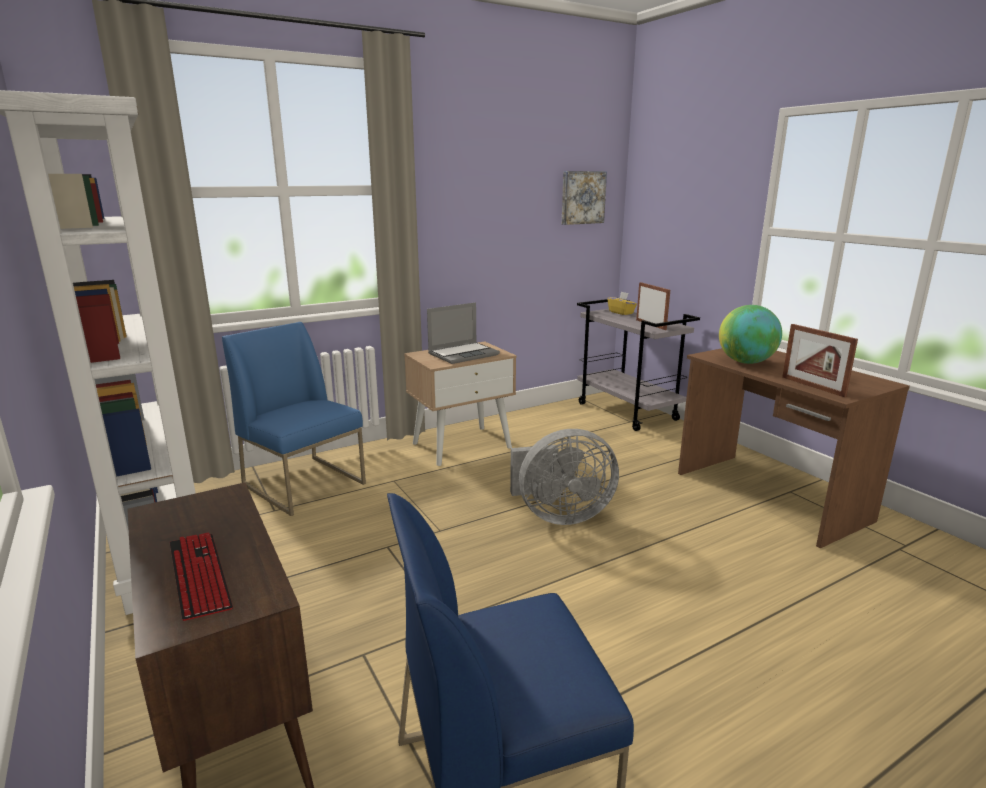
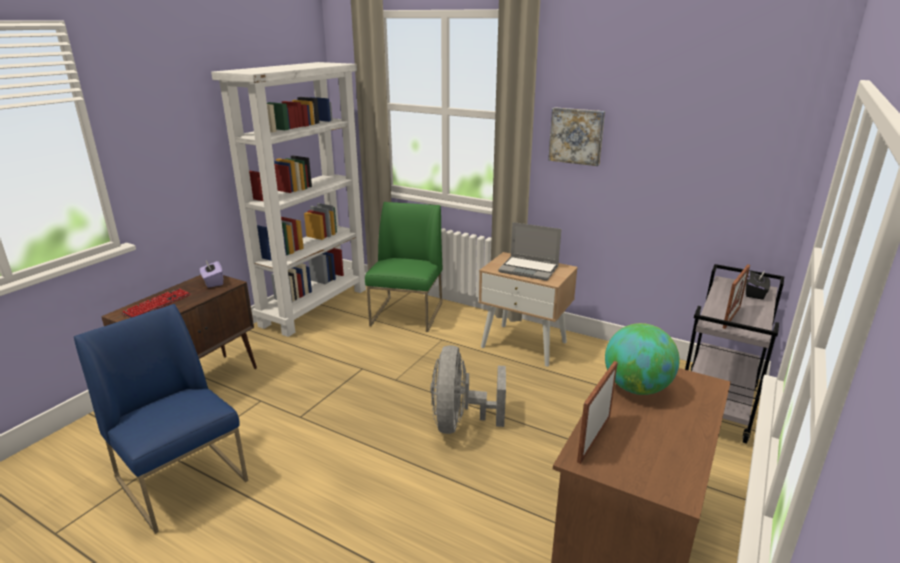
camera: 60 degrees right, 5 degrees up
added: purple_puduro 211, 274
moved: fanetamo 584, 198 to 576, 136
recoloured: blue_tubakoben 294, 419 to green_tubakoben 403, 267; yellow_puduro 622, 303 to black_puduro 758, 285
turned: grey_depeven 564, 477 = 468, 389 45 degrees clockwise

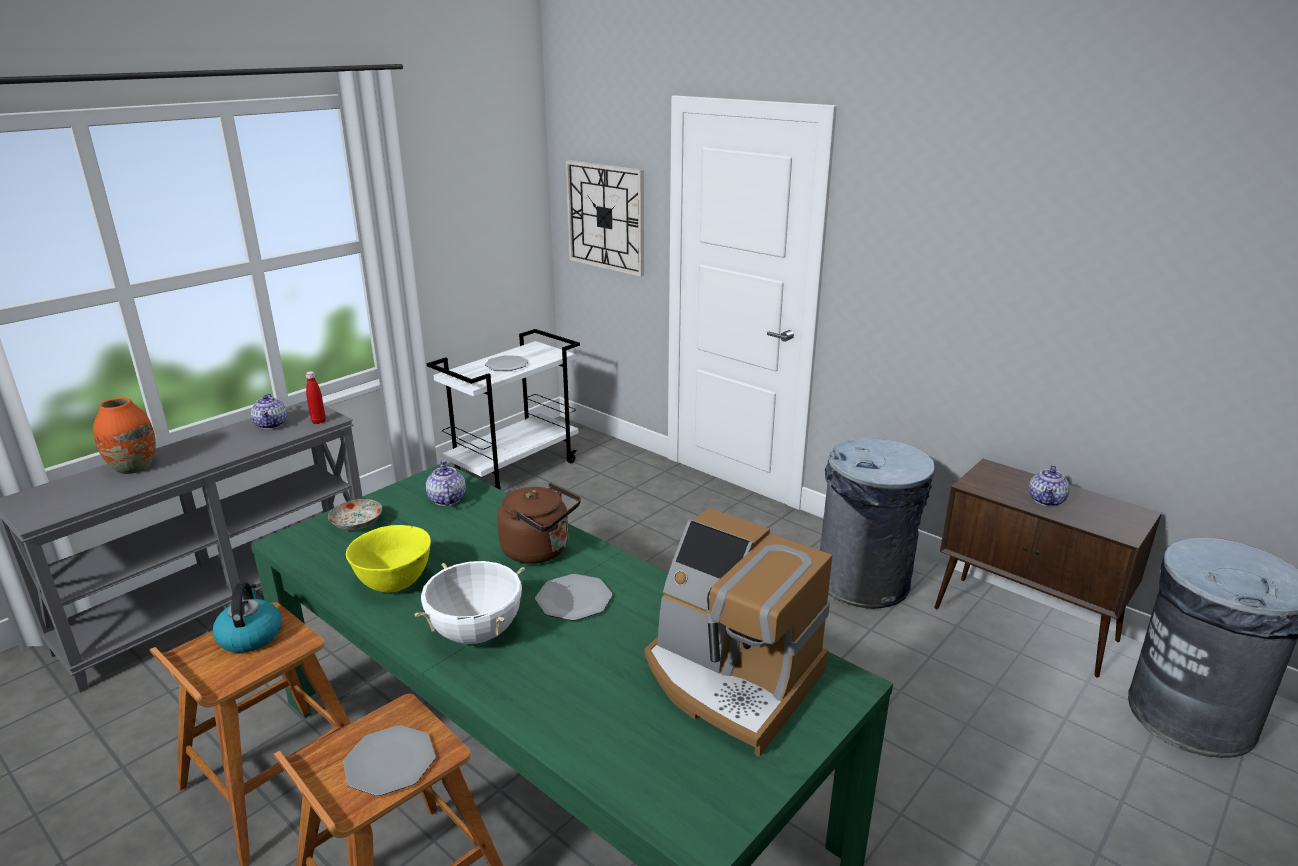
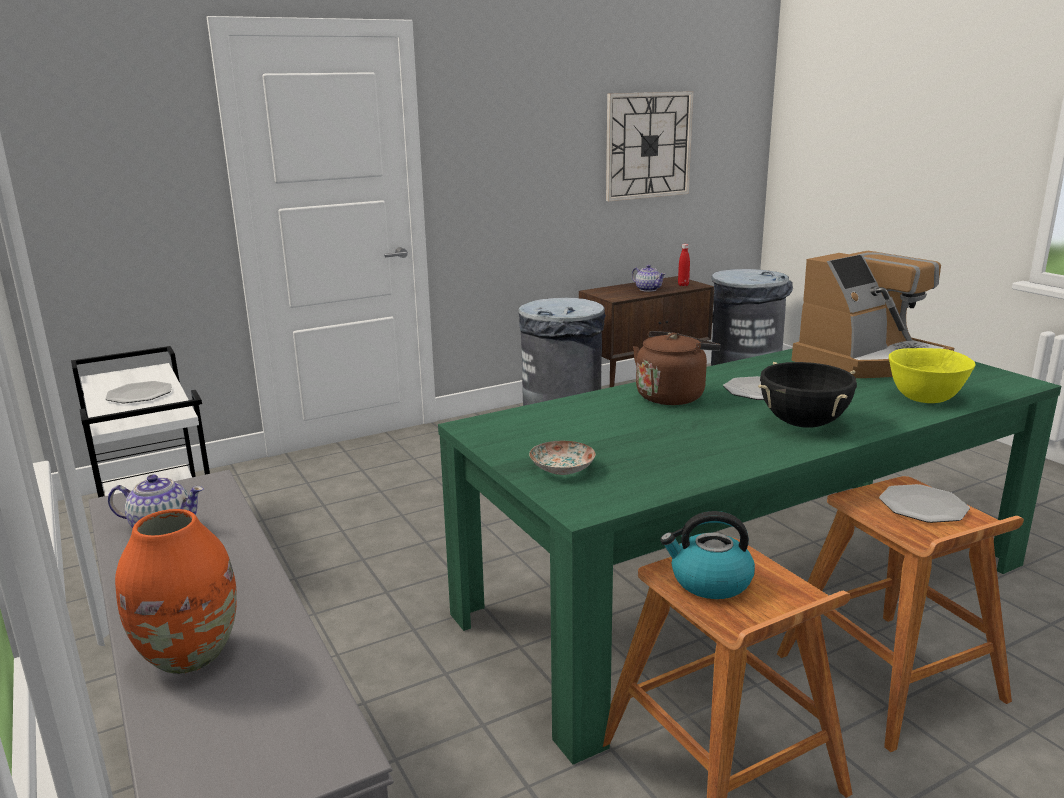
camera: 70 degrees left, 5 degrees down
removed: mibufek 446, 483
moved: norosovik 604, 218 to 649, 146; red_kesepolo 315, 397 to 684, 265; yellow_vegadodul 388, 559 to 932, 375
recoloured: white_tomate 469, 602 to black_tomate 807, 395

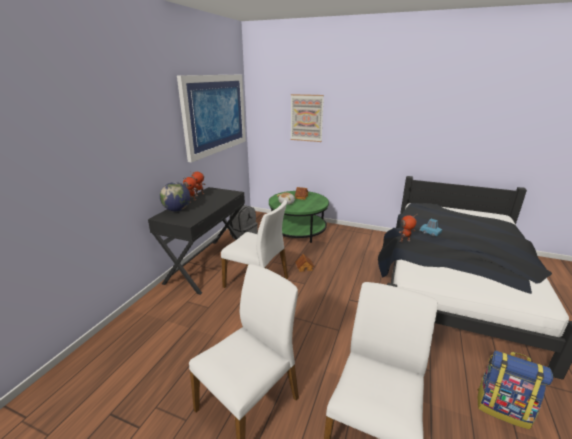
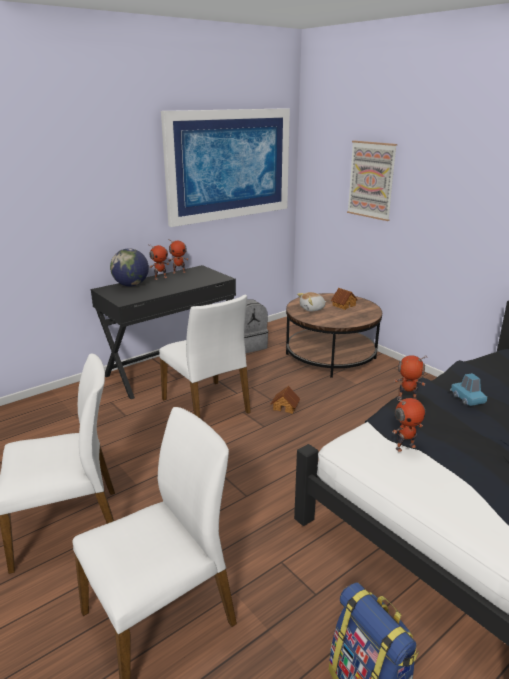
camera: 30 degrees right, 0 degrees up
added: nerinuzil 408, 425
recoloured: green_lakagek 299, 217 to brown_lakagek 334, 335

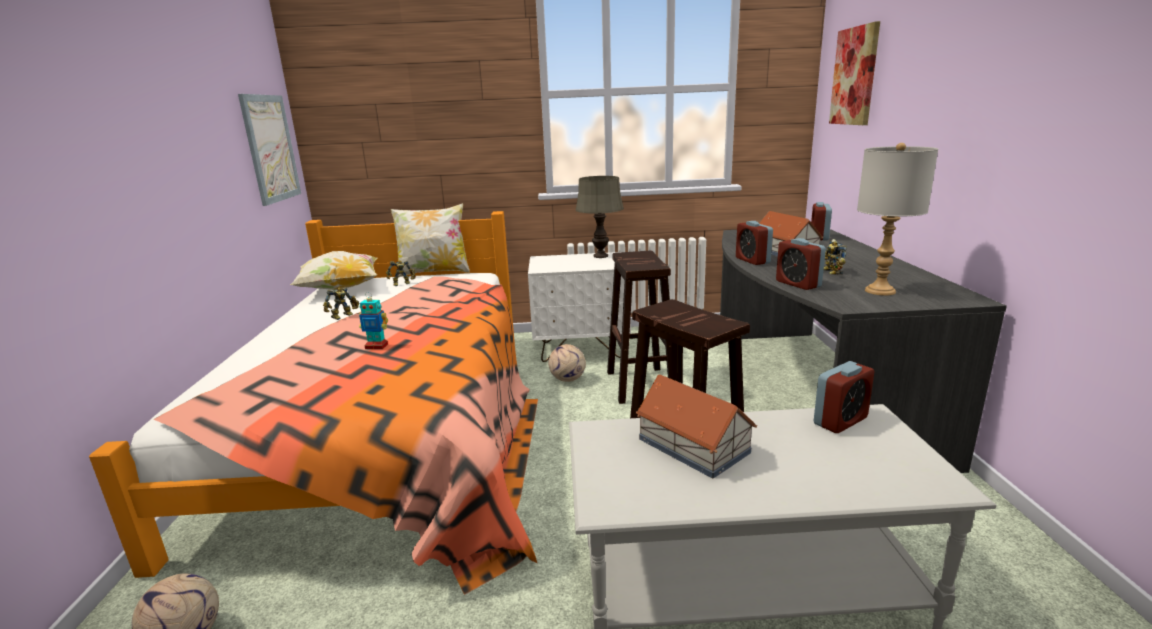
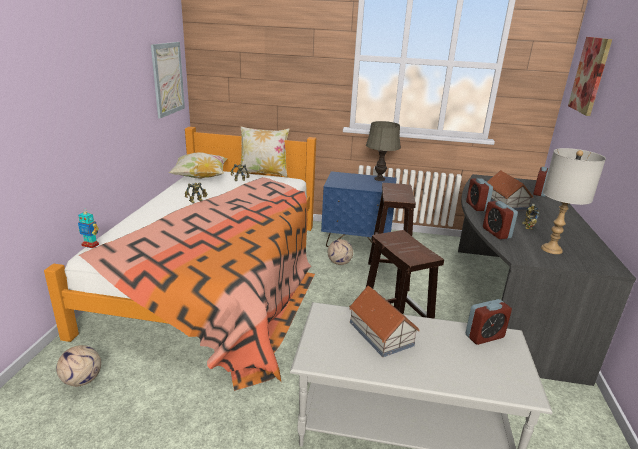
camera: 10 degrees right, 5 degrees up
moved: nerinuzil 373, 320 to 88, 228
recoloured: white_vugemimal 579, 307 to blue_vugemimal 358, 209

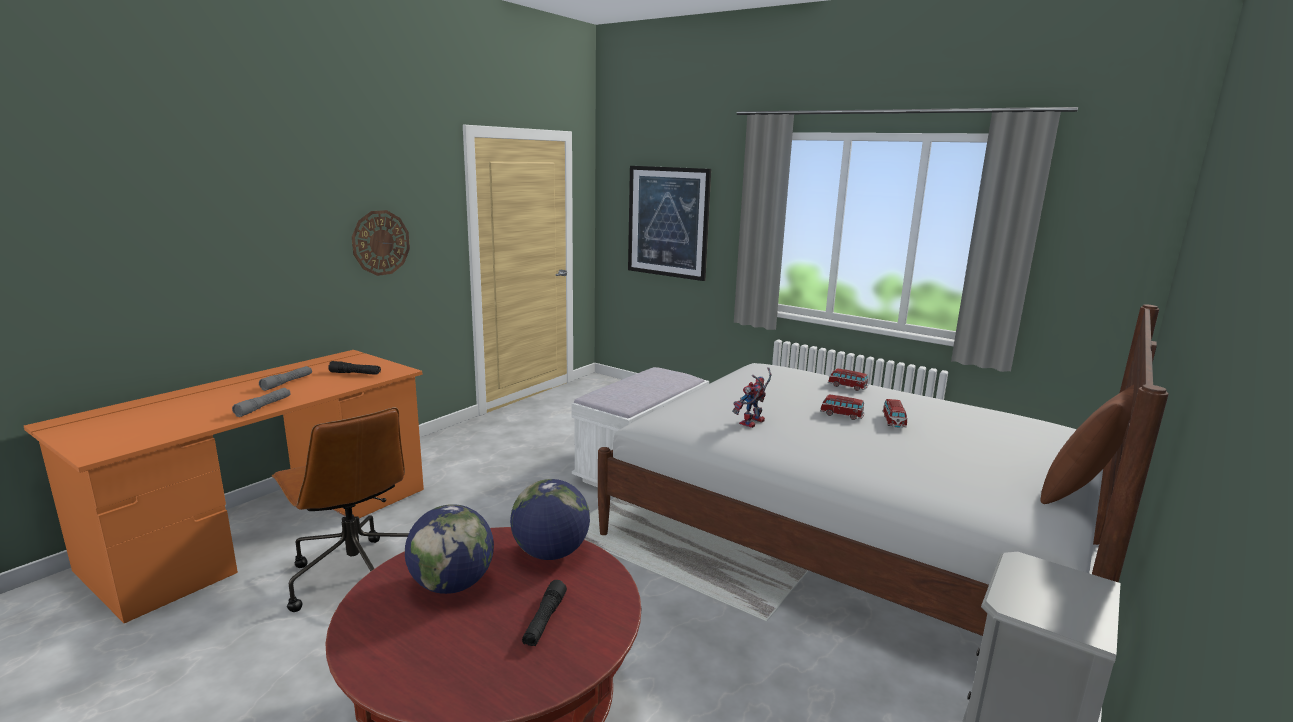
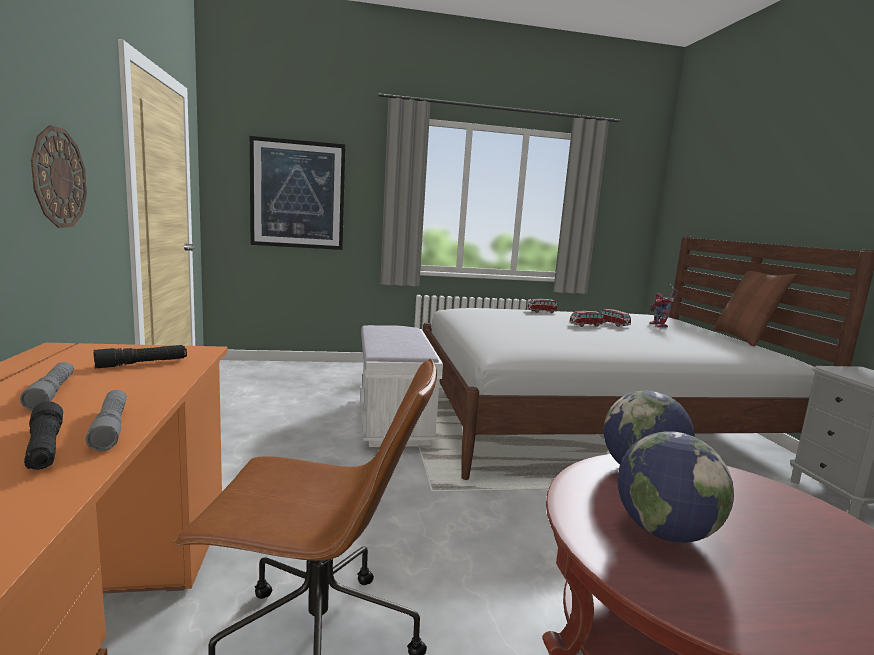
camera: 45 degrees left, 5 degrees down
moved: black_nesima 544, 613 to 43, 435; nerinuzil 752, 397 to 663, 306

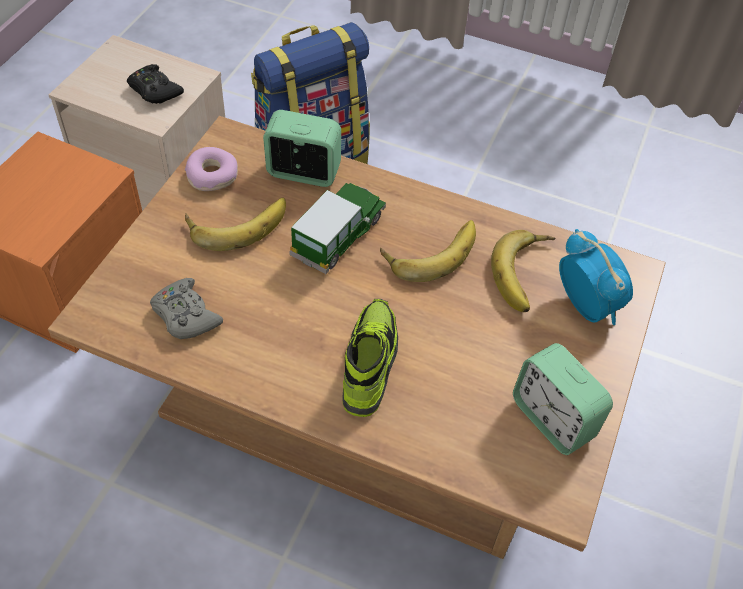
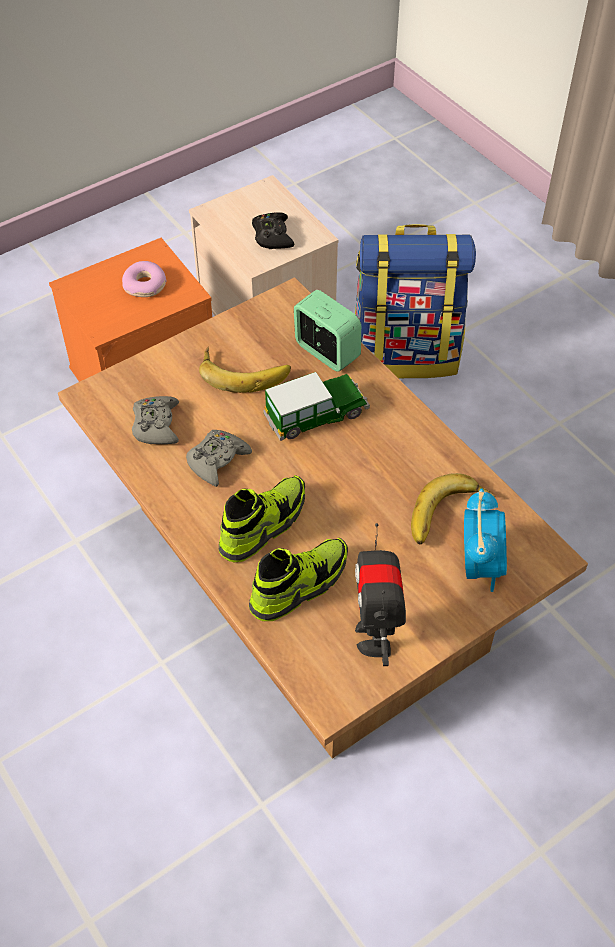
camera: 35 degrees right, 0 degrees up
removed: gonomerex 428, 251
added: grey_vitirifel 219, 458; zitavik 298, 579
moved: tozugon 211, 169 to 144, 279
replaced: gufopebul 563, 399 to nerinuzil 380, 594

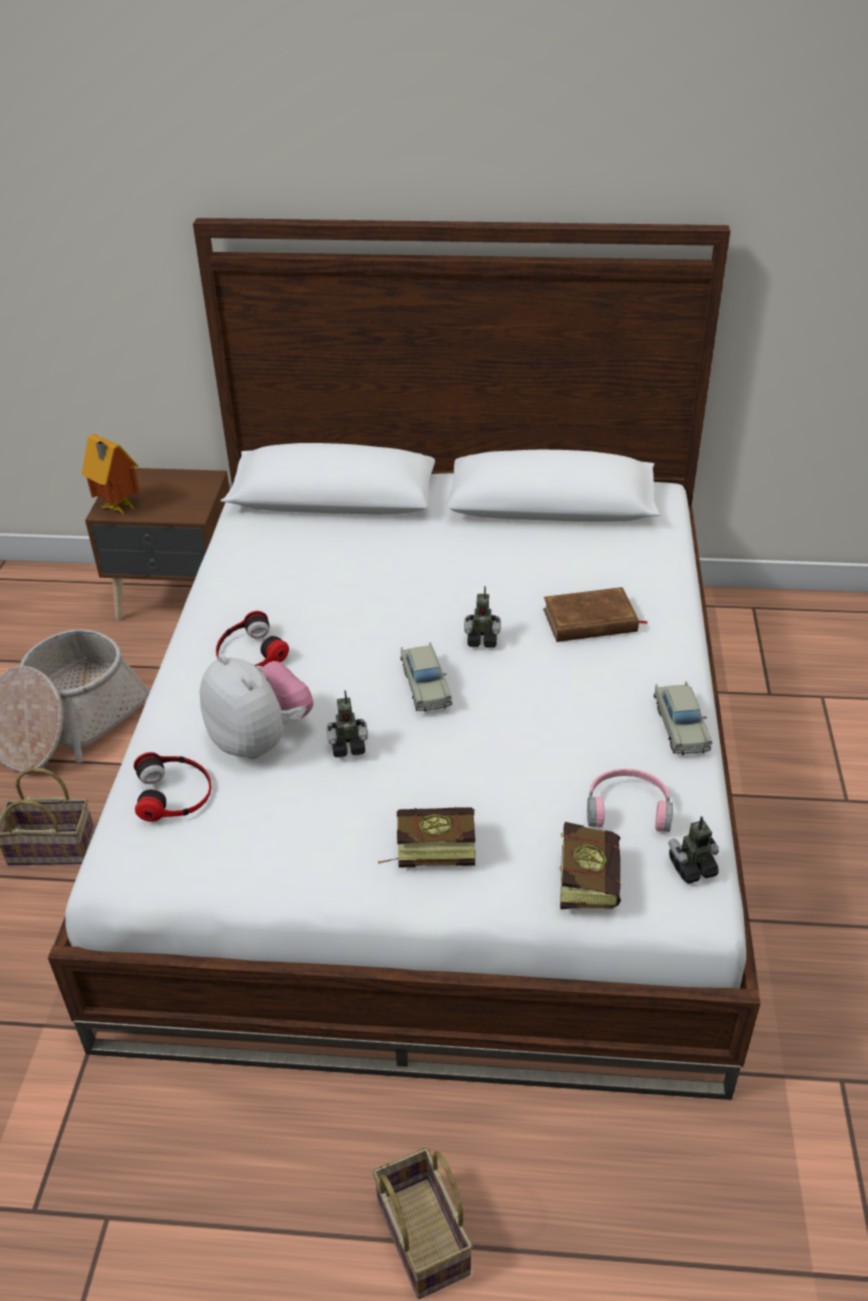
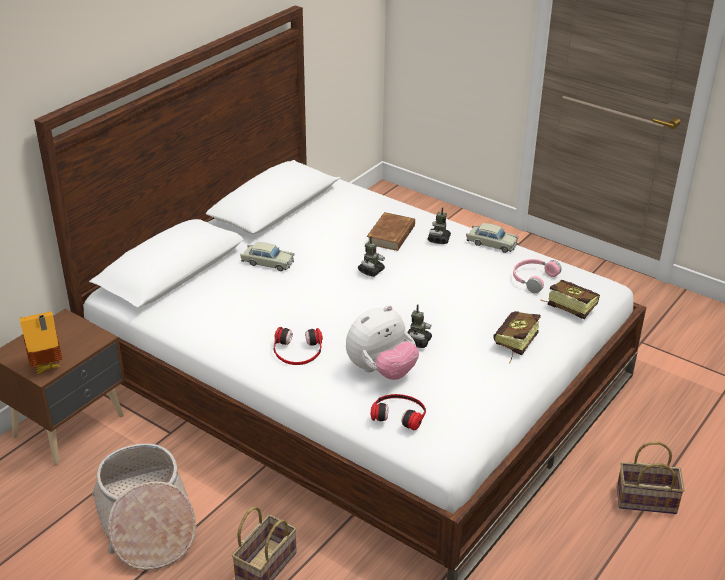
camera: 60 degrees left, 5 degrees down
moved: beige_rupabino 426, 677 to 267, 256; nerinuzil 693, 850 to 439, 225
turned: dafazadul 257, 706 = 382, 342 150 degrees clockwise

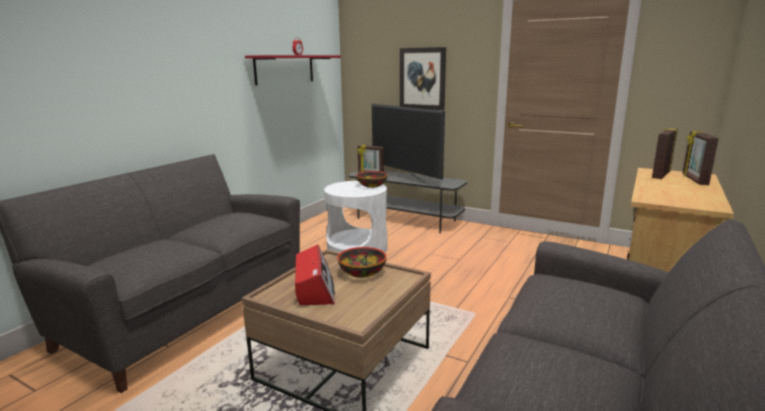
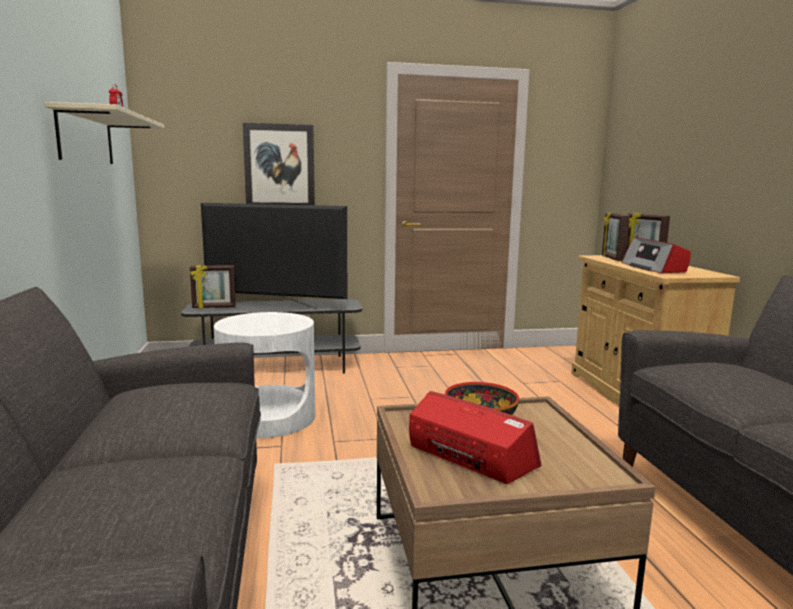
camera: 40 degrees left, 5 degrees down
removed: vegadodul 372, 179
added: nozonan 656, 255
recoloured: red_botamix 293, 70 to beige_botamix 104, 133

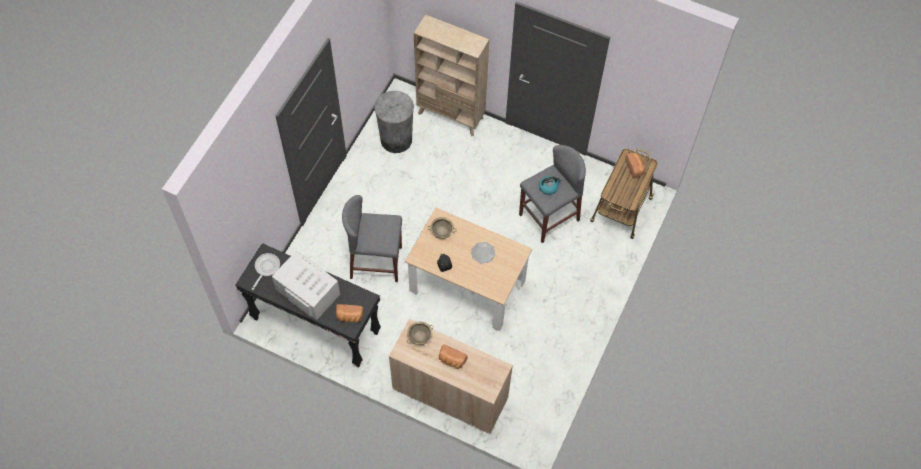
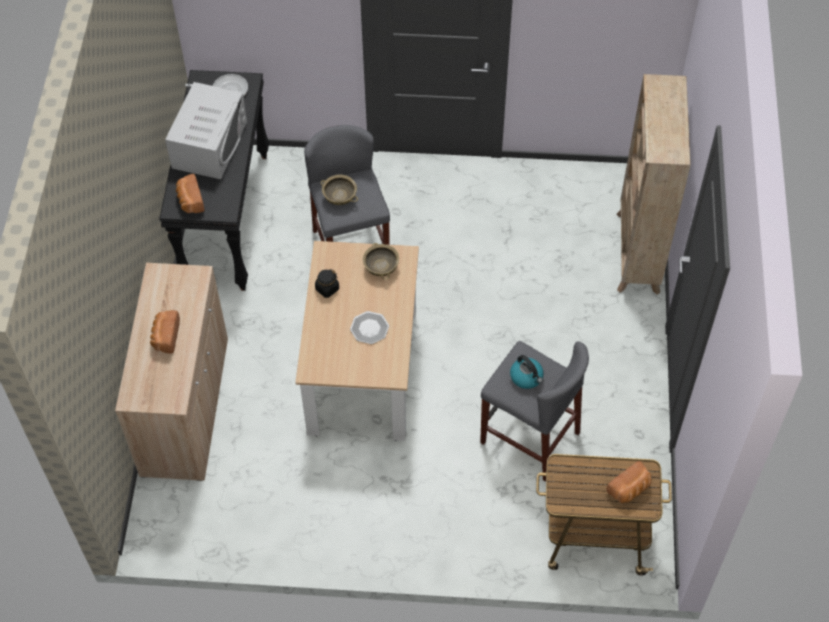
camera: 70 degrees right, 5 degrees down
removed: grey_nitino 394, 122
moved: beige_vegadodul 420, 333 to 339, 190

